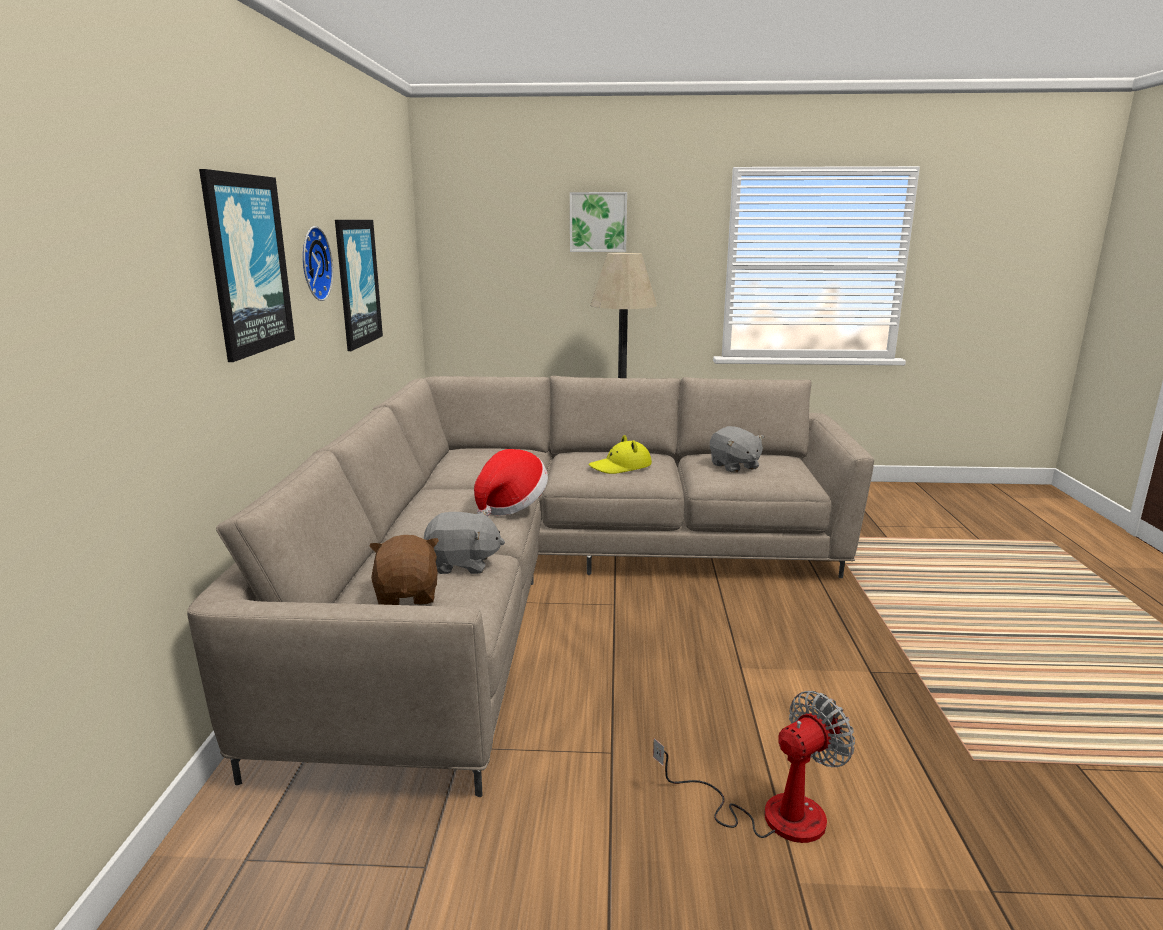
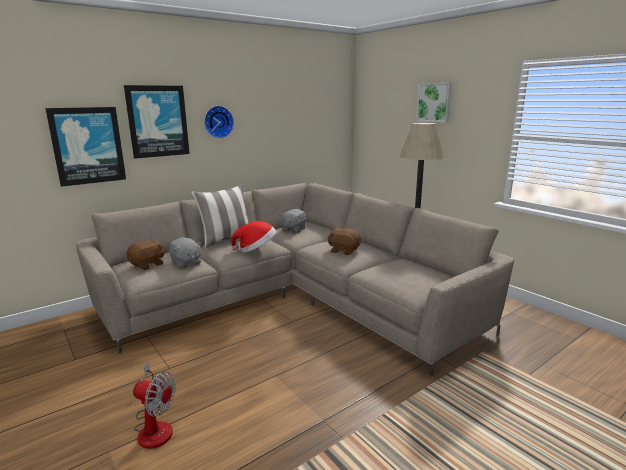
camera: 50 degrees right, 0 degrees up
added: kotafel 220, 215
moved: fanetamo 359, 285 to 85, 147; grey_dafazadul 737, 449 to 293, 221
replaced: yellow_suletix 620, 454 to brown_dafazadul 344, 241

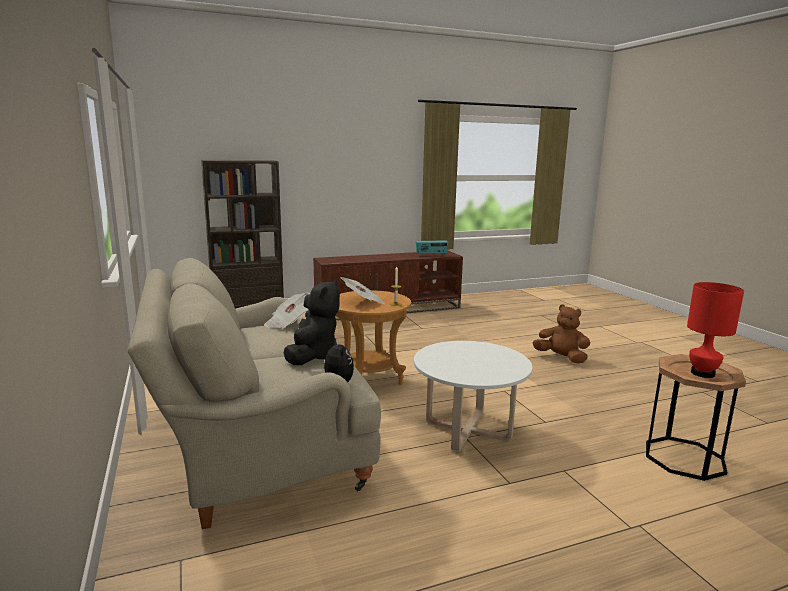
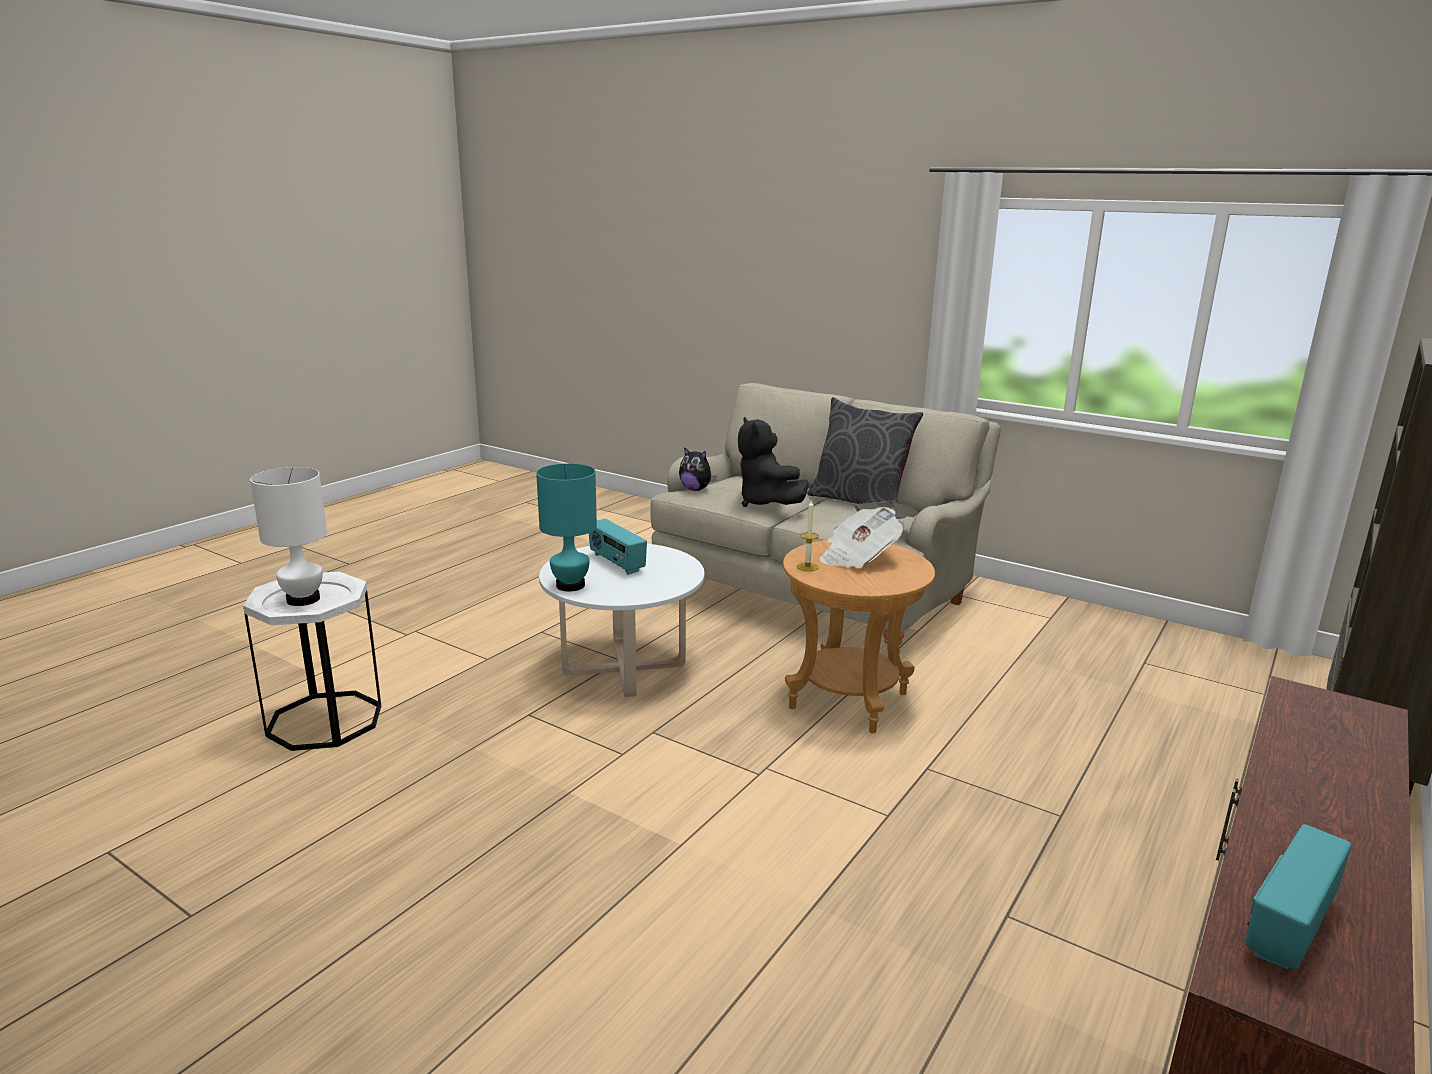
camera: 145 degrees right, 5 degrees up
removed: brown_dafazadul 561, 333
added: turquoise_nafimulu 566, 527; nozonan 618, 547; grey_kotafel 865, 450
recoloured: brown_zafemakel 696, 417 to white_zafemakel 312, 661; red_nafimulu 715, 330 to white_nafimulu 288, 536

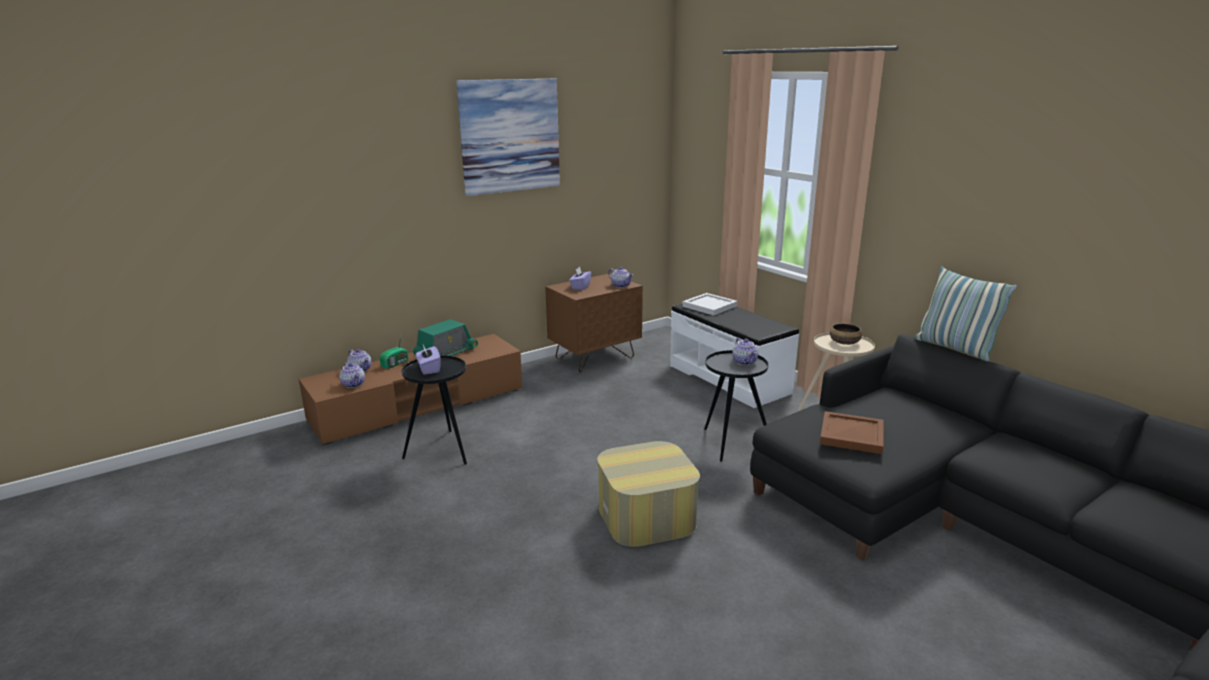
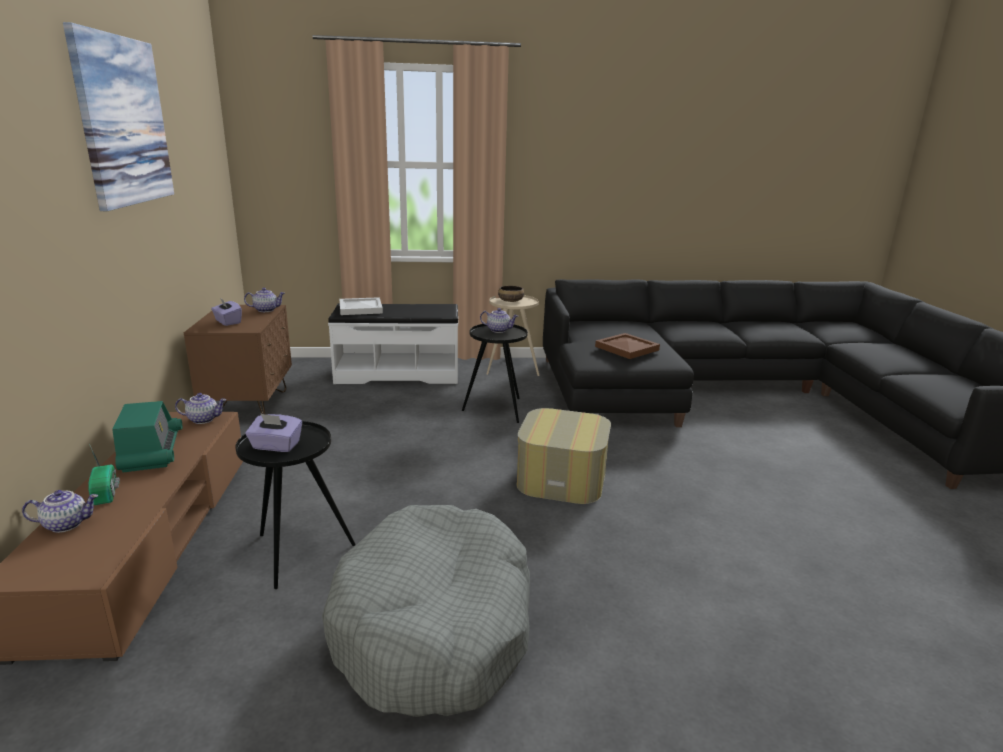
camera: 60 degrees left, 0 degrees up
removed: kotafel 965, 314
added: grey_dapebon 426, 611
moved: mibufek 352, 375 to 200, 408

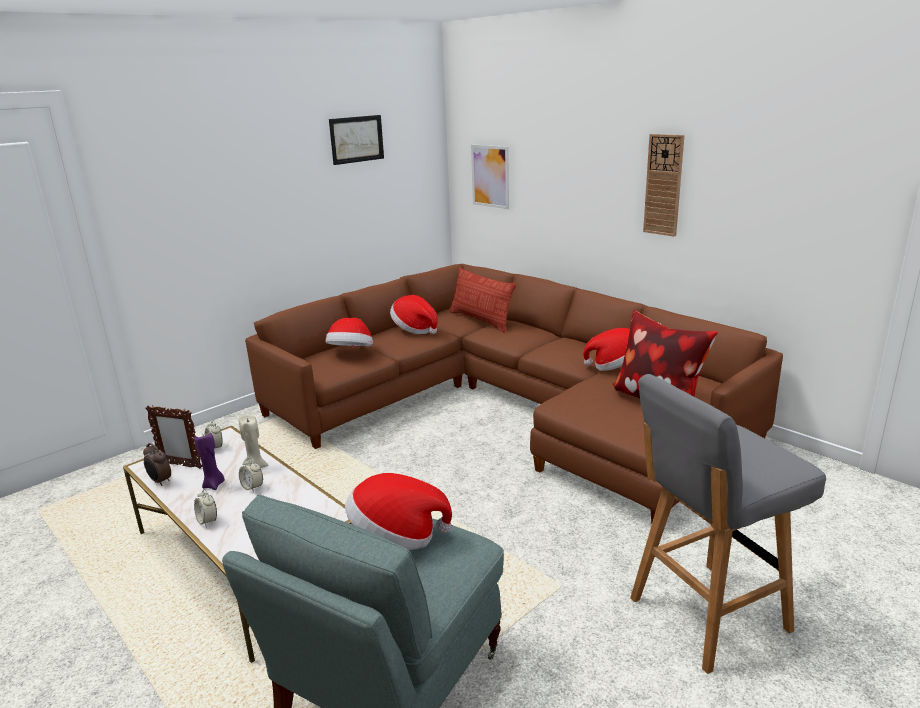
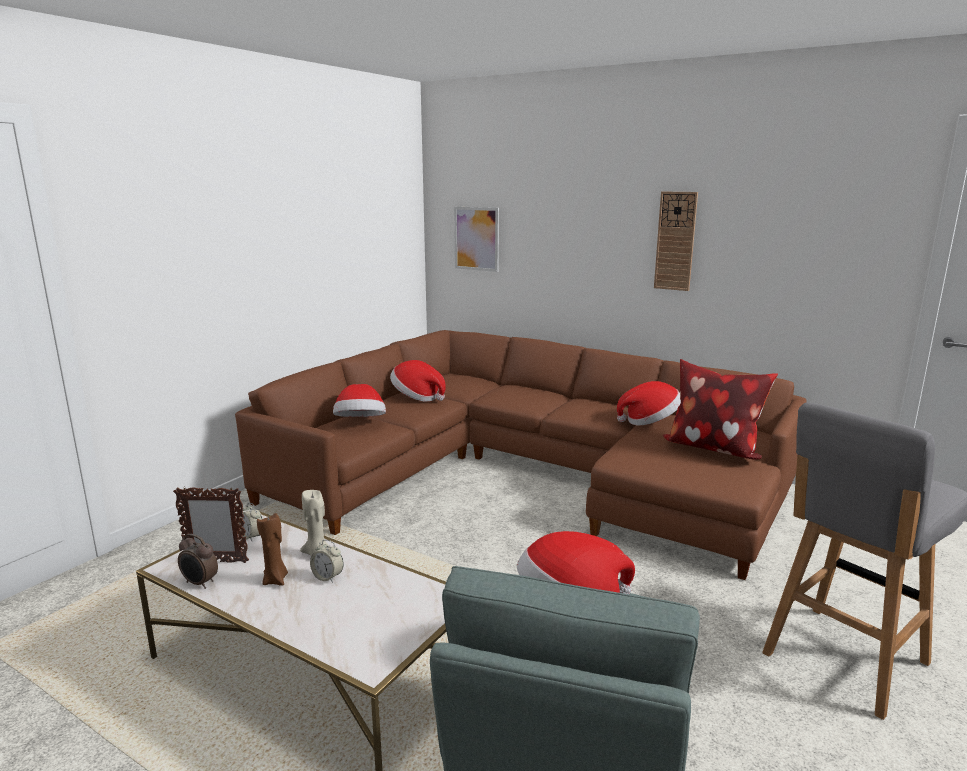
camera: 15 degrees left, 5 degrees down
removed: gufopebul 205, 508; fanetamo 356, 140; kotafel 482, 299
recoloured: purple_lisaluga 209, 461 to brown_lisaluga 272, 549

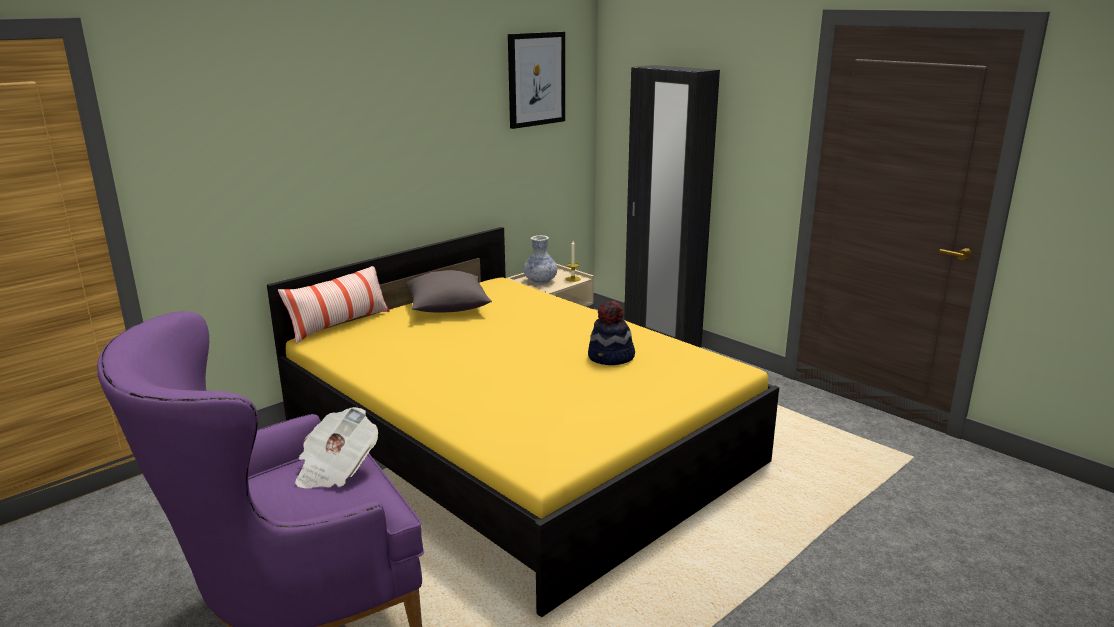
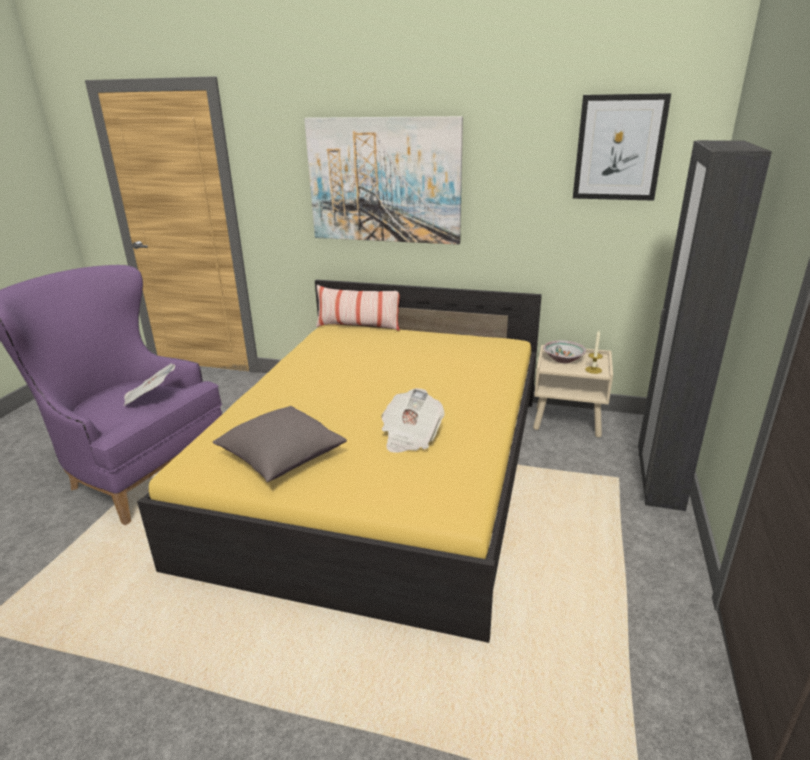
camera: 60 degrees right, 5 degrees up
added: fanetamo 383, 180
moved: grey_kotafel 449, 291 to 280, 444
replaced: suletix 611, 333 to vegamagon 413, 420; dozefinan 540, 259 to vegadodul 564, 352

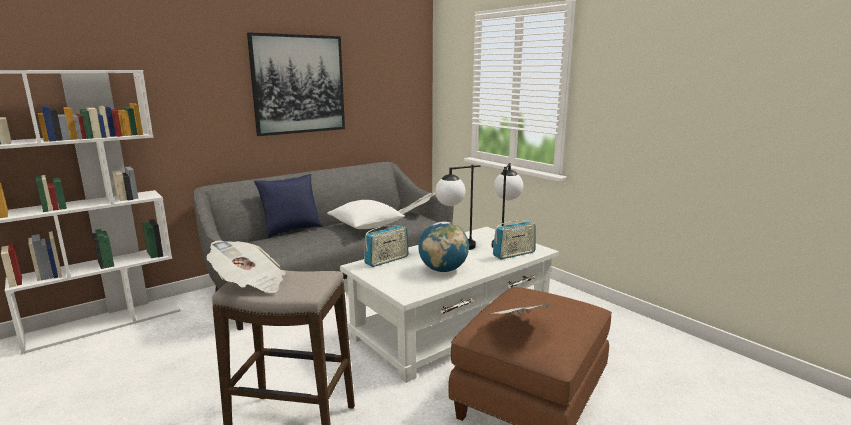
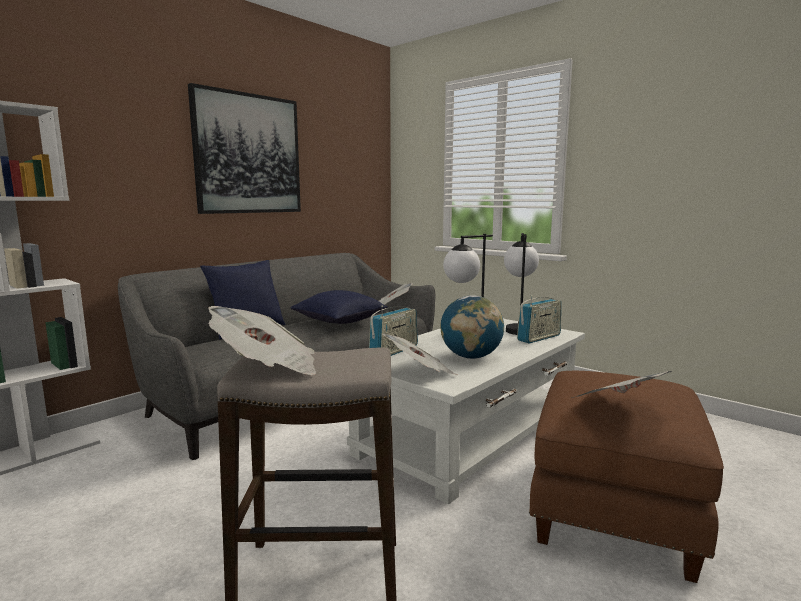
camera: 10 degrees left, 5 degrees down
added: vegamagon 420, 354
recoloured: white_kotafel 366, 214 to blue_kotafel 339, 307

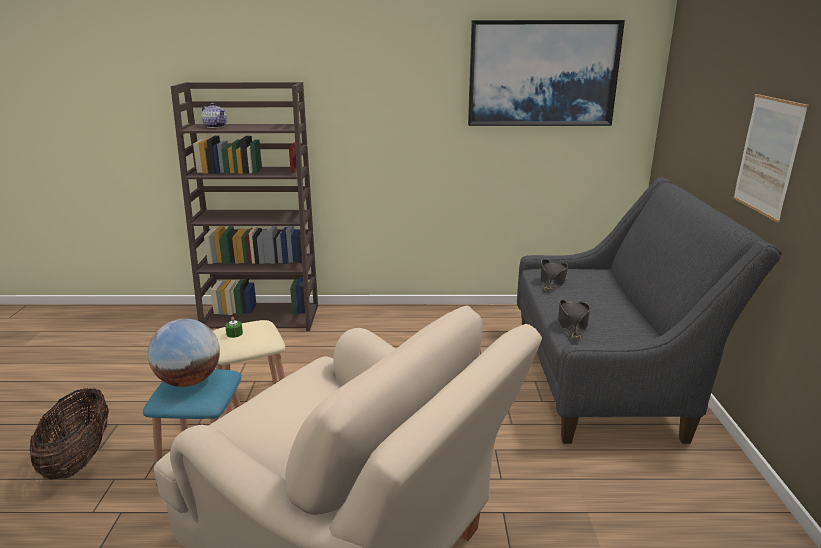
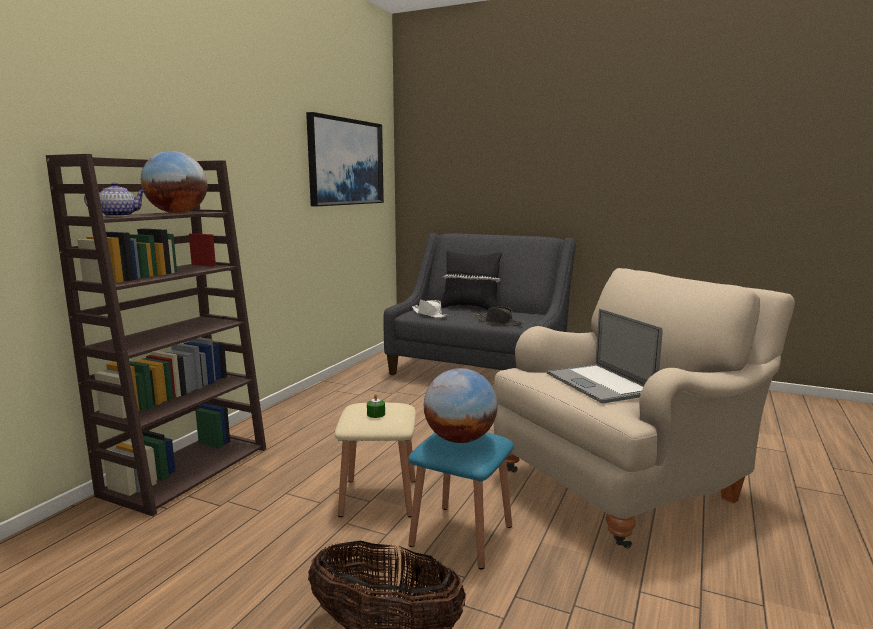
camera: 65 degrees left, 10 degrees down
removed: fanetamo 771, 158
added: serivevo 174, 182; black_kotafel 471, 280; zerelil 605, 356
recoloured: black_suletix 554, 274 to white_suletix 430, 309

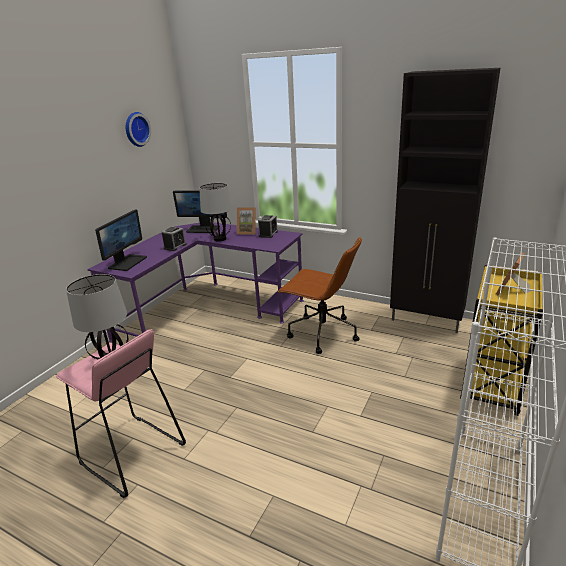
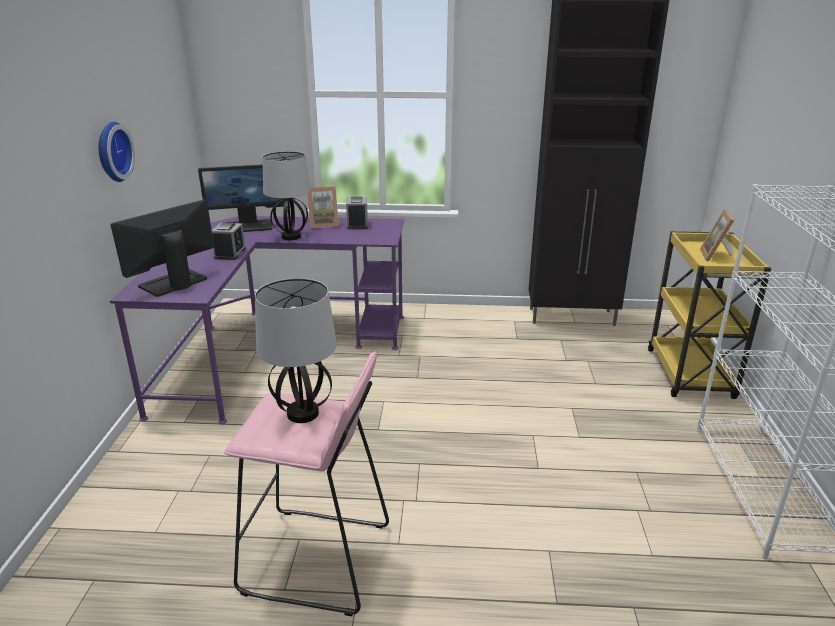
camera: 25 degrees left, 0 degrees up
removed: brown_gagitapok 319, 295
moved: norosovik 138, 129 to 117, 152
turned: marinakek 121, 240 = 162, 248 135 degrees counterclockwise

